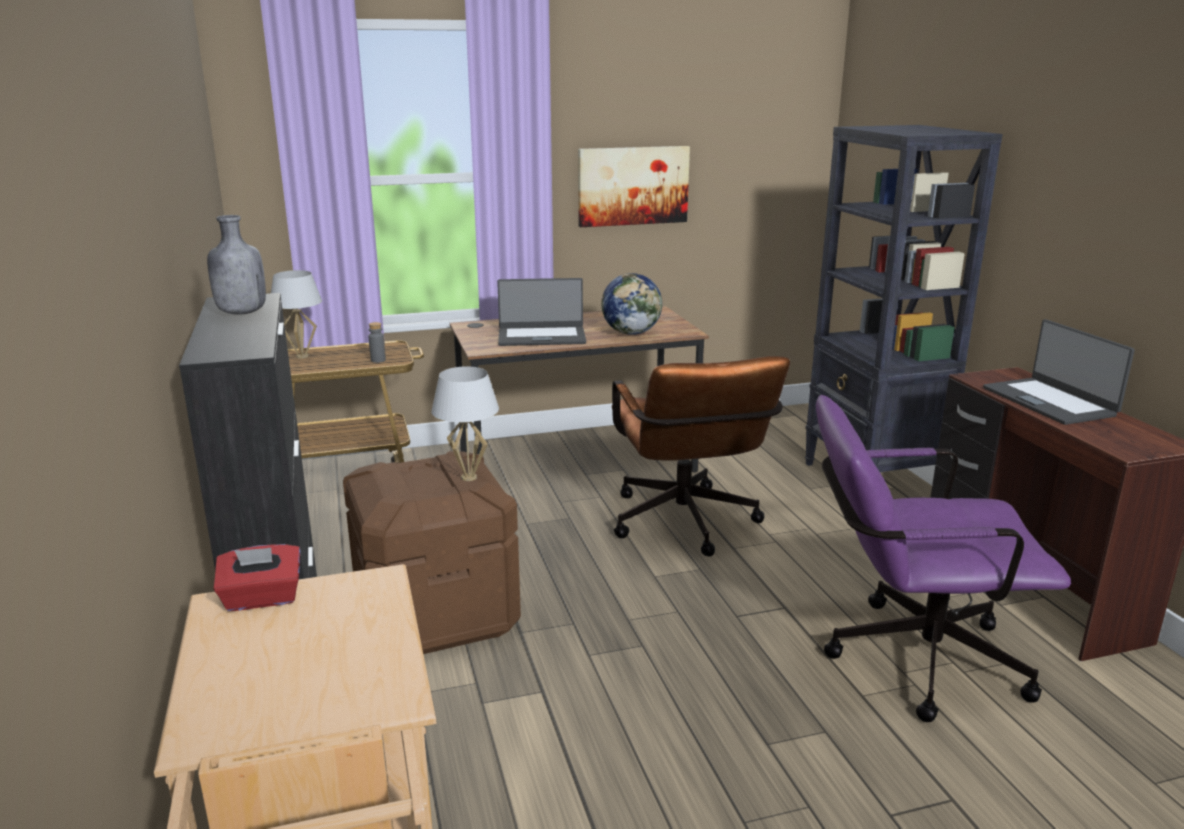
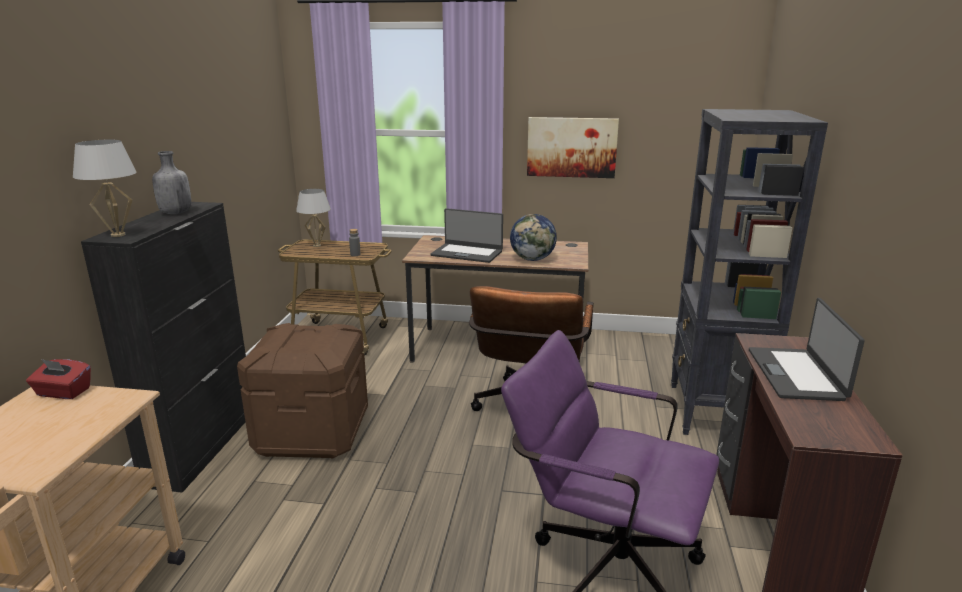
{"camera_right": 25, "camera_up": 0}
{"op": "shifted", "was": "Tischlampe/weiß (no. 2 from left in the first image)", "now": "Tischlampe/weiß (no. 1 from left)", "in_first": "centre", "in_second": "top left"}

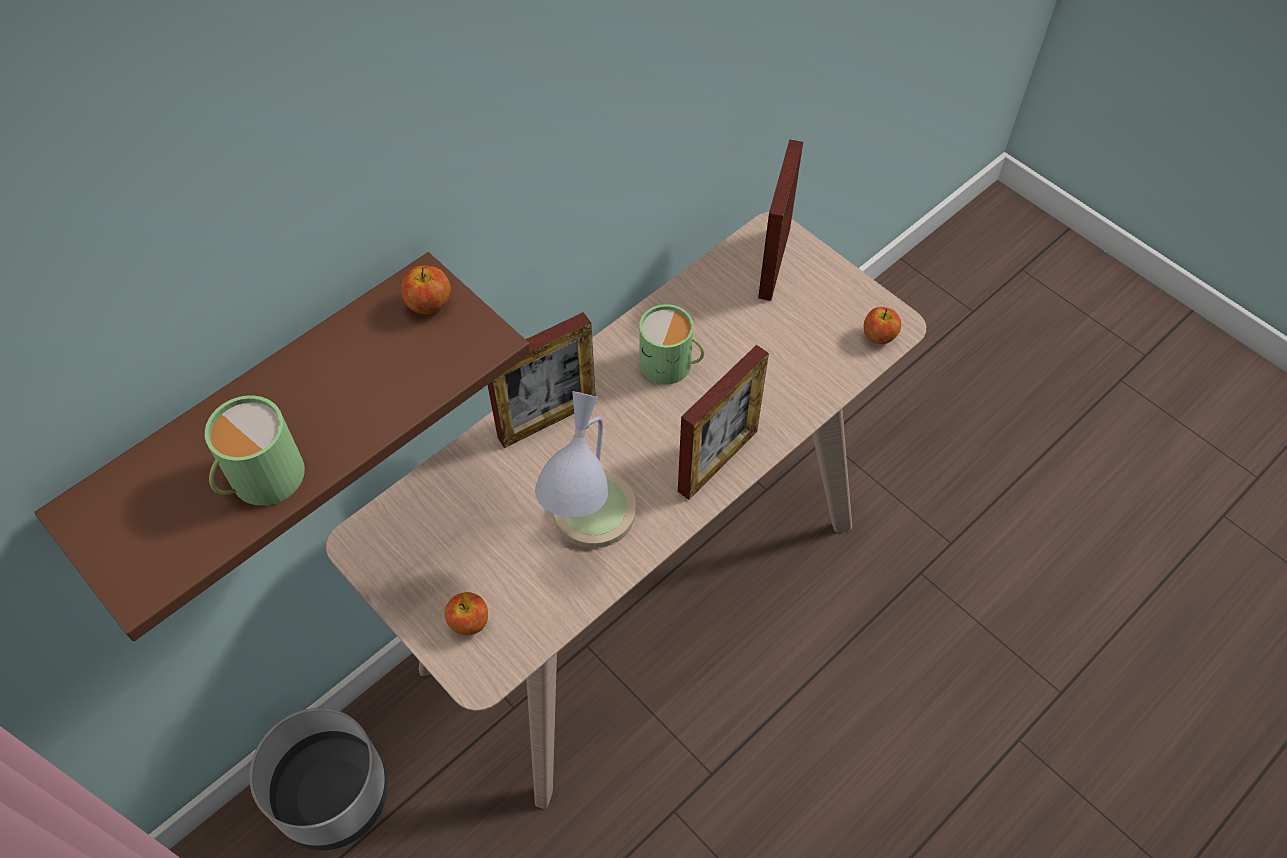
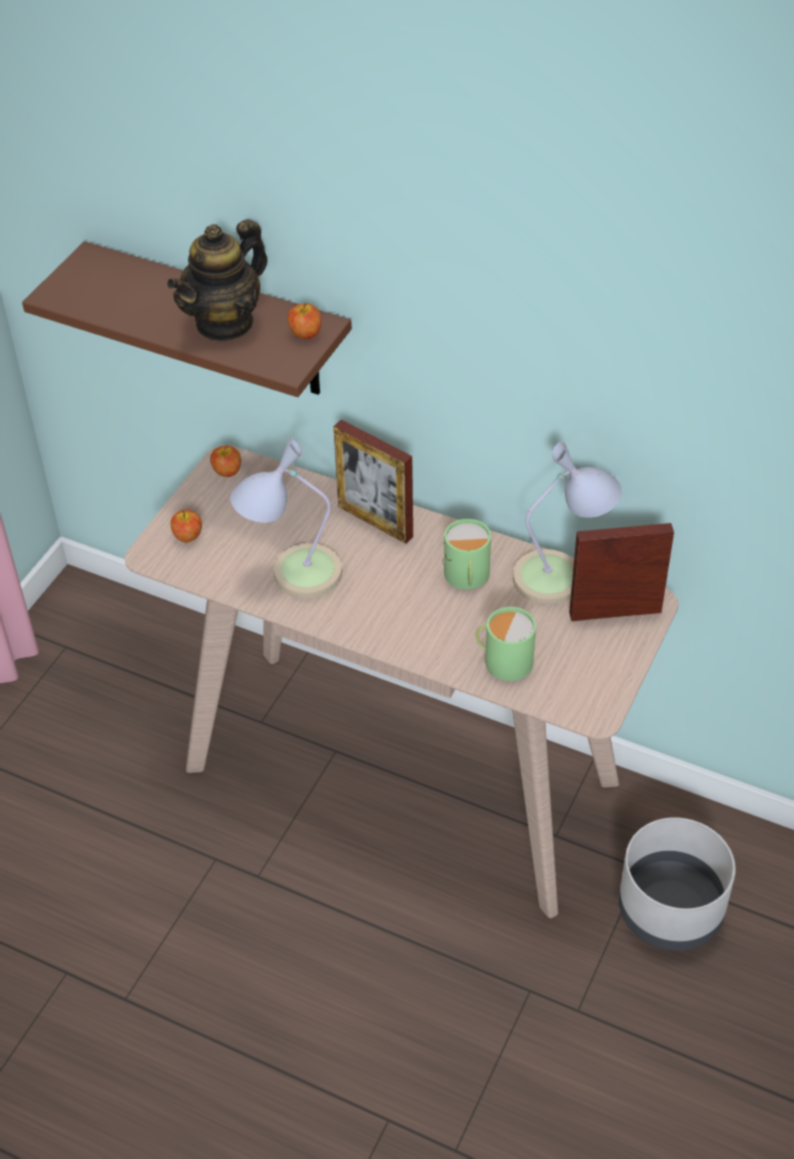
{"camera_right": 70, "camera_up": -10}
{"op": "gone", "was": "Bilderrahmen (no. 2 from left)", "in_first": "centre"}
{"op": "new", "now": "Teekanne", "in_second": "top left"}
{"op": "new", "now": "Tischlampe (no. 2 from left)", "in_second": "middle right"}
{"op": "shifted", "was": "Henkelbecher/grün (no. 1 from left in the first image)", "now": "Henkelbecher/grün (no. 2 from left)", "in_first": "middle left", "in_second": "centre"}
{"op": "shifted", "was": "Pflanzkübel/grau", "in_first": "bottom left", "in_second": "bottom right"}
{"op": "shifted", "was": "Apfel (no. 3 from left in the first image)", "now": "Apfel (no. 2 from left)", "in_first": "middle right", "in_second": "middle left"}

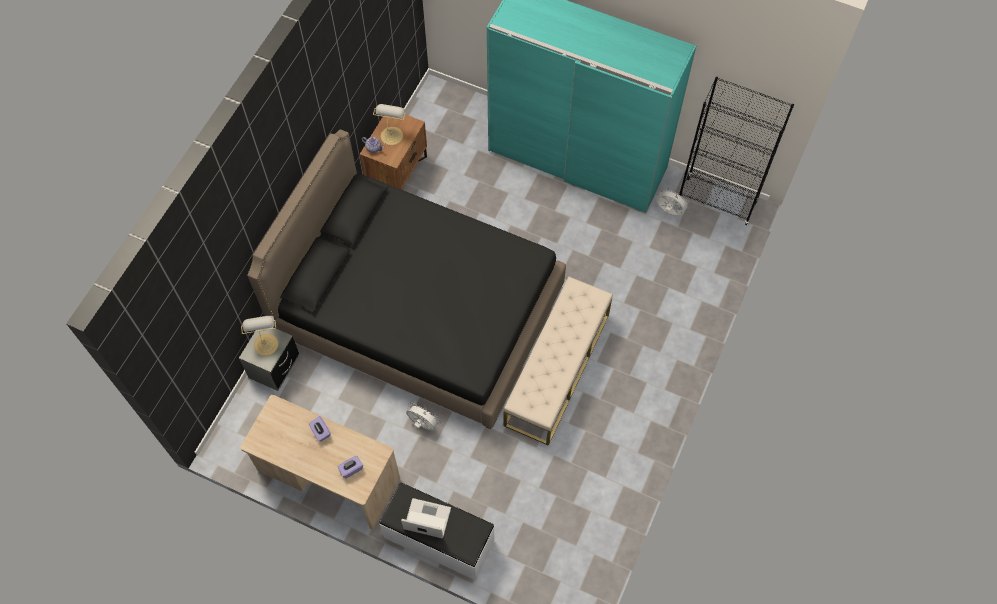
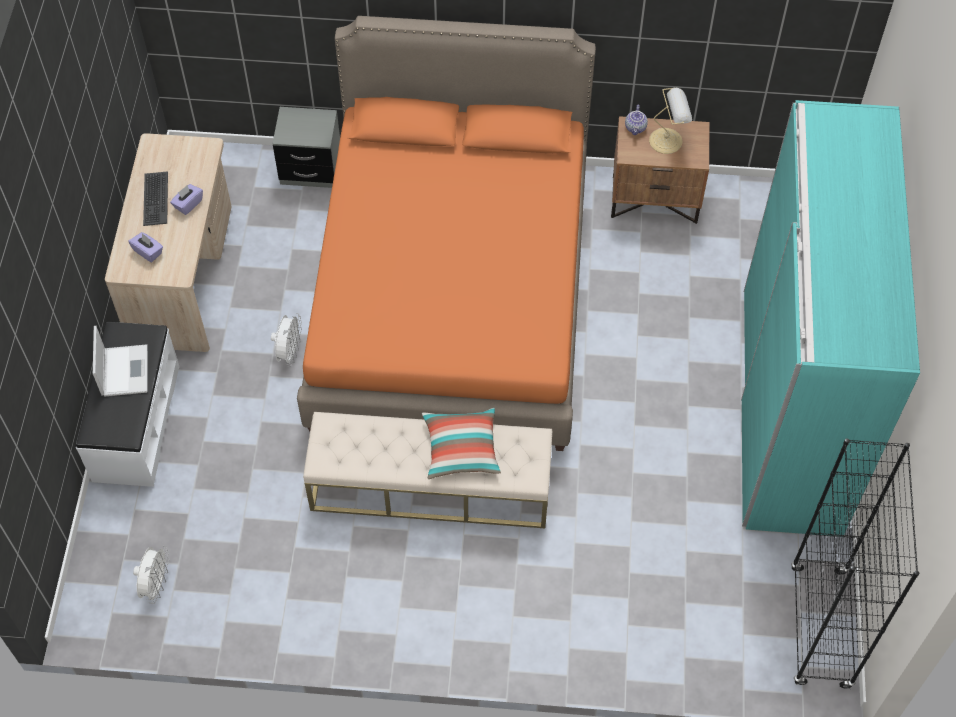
{"camera_right": 70, "camera_up": -5}
{"op": "gone", "was": "Tischlampe (no. 1 from left)", "in_first": "middle left"}
{"op": "new", "now": "Tastatur", "in_second": "top left"}
{"op": "new", "now": "Kissen", "in_second": "centre"}
{"op": "shifted", "was": "Ventilator/weiß (no. 2 from left in the first image)", "now": "Ventilator/weiß (no. 1 from left)", "in_first": "middle right", "in_second": "bottom left"}
{"op": "repainted", "was": "Bett/schwarz", "now": "Bett/orange", "in_first": "centre", "in_second": "top centre"}

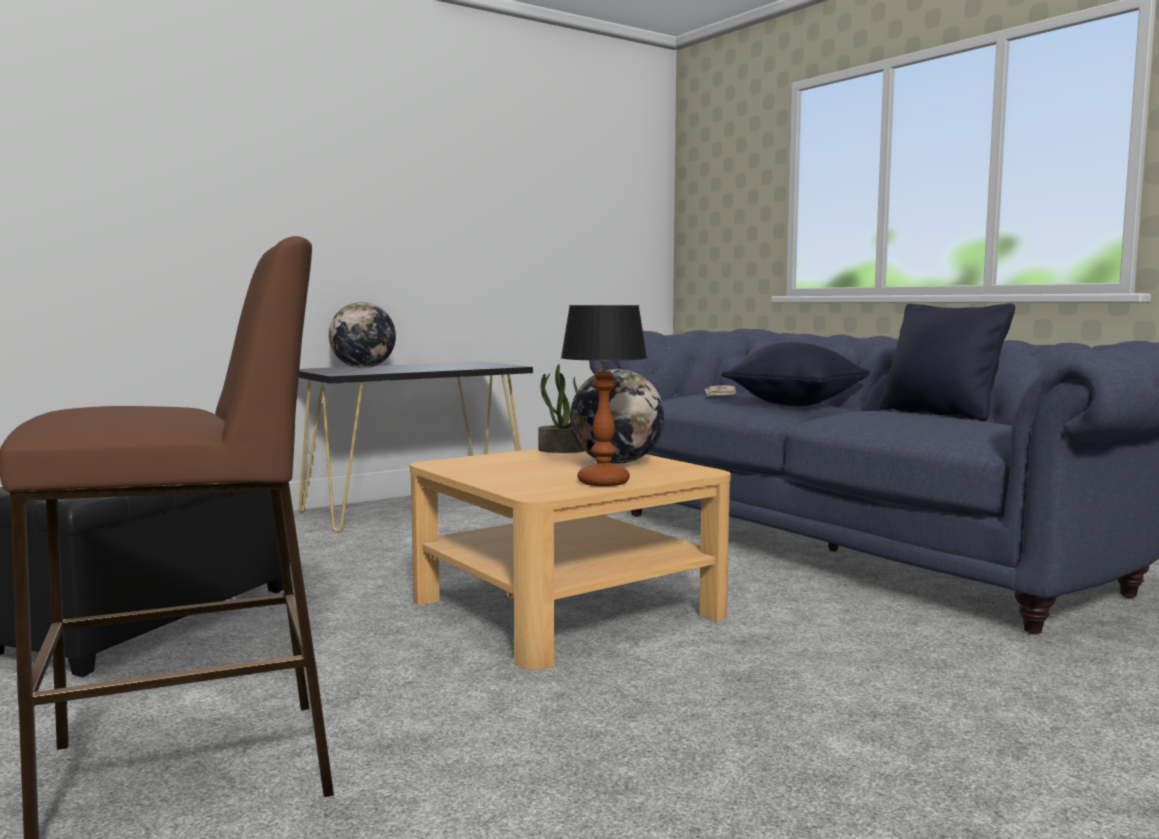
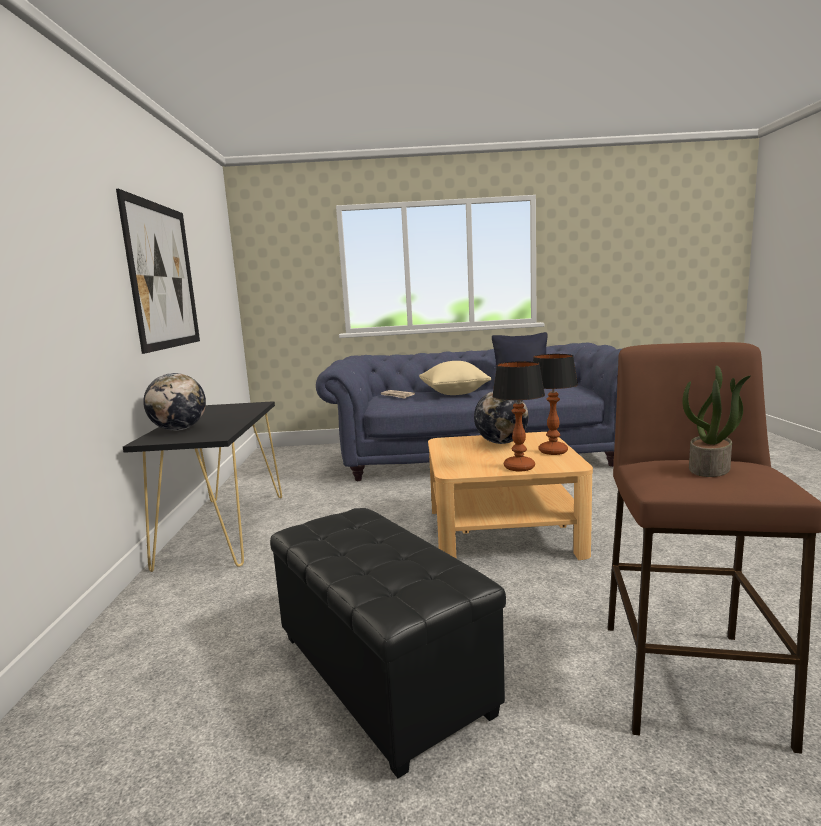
{"camera_right": -55, "camera_up": 5}
{"op": "new", "now": "Bild", "in_second": "top left"}
{"op": "new", "now": "Tischlampe (no. 1 from left)", "in_second": "centre"}
{"op": "shifted", "was": "Topfpflanze", "in_first": "centre", "in_second": "middle right"}
{"op": "repainted", "was": "Kissen/schwarz (no. 1 from left)", "now": "Kissen/beige", "in_first": "middle right", "in_second": "centre"}

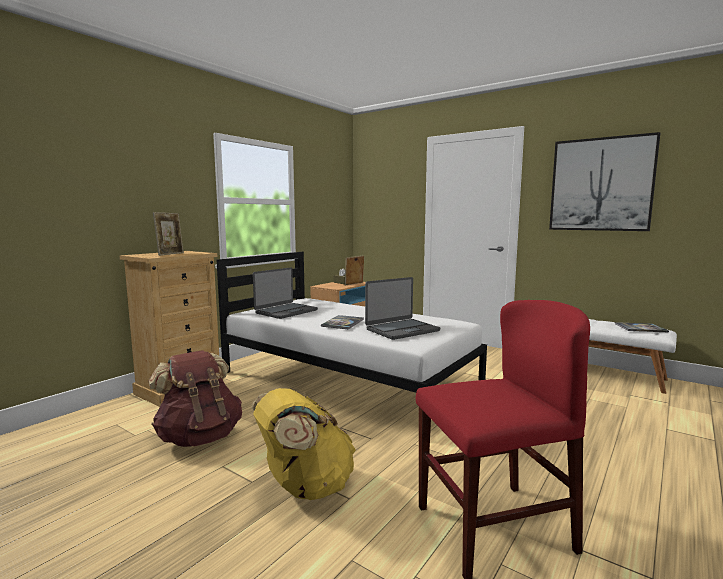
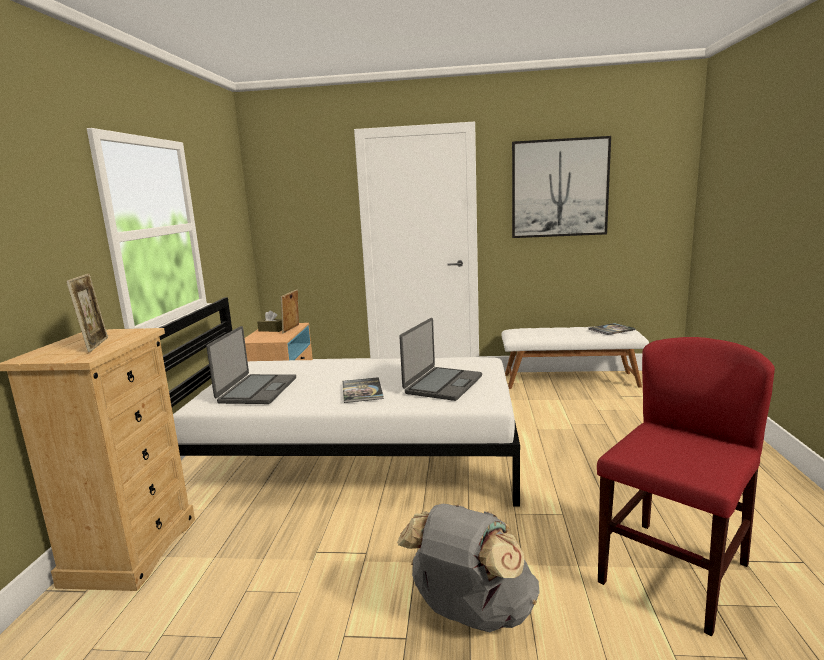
{"camera_right": -30, "camera_up": 5}
{"op": "gone", "was": "Rucksack/braun", "in_first": "bottom left"}
{"op": "repainted", "was": "Rucksack/gelb", "now": "Rucksack/grau", "in_first": "bottom centre", "in_second": "bottom centre"}

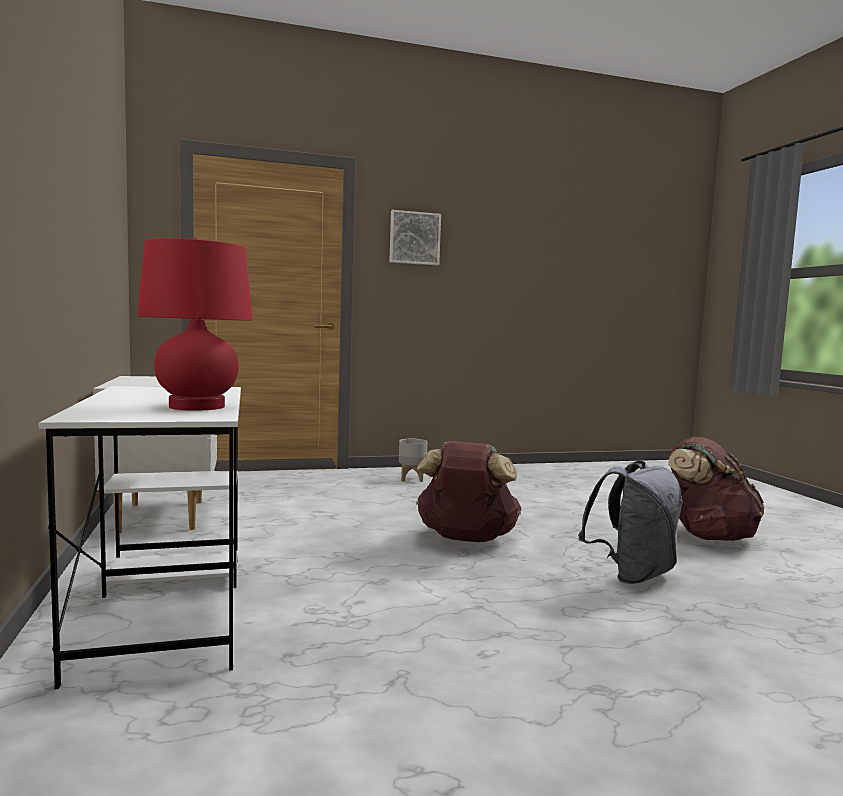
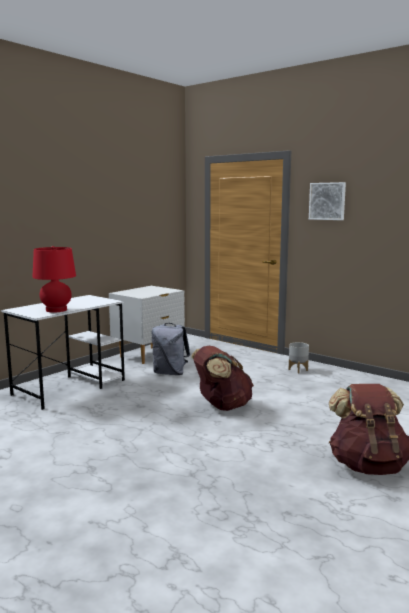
{"camera_right": 55, "camera_up": 5}
{"op": "shifted", "was": "Rucksack/grau", "in_first": "middle right", "in_second": "centre"}

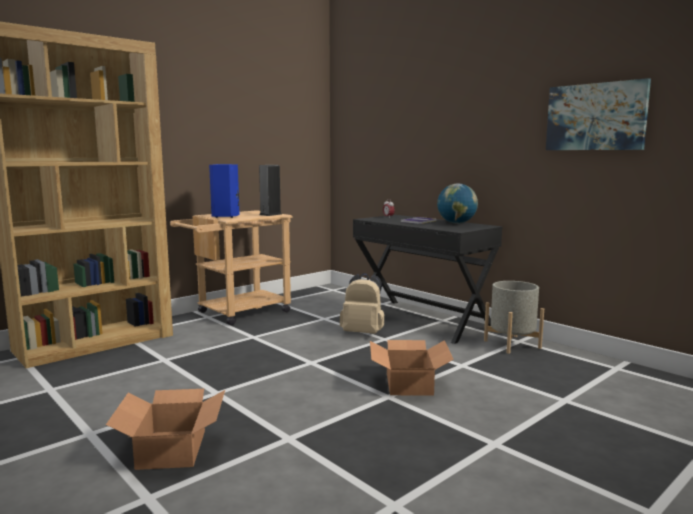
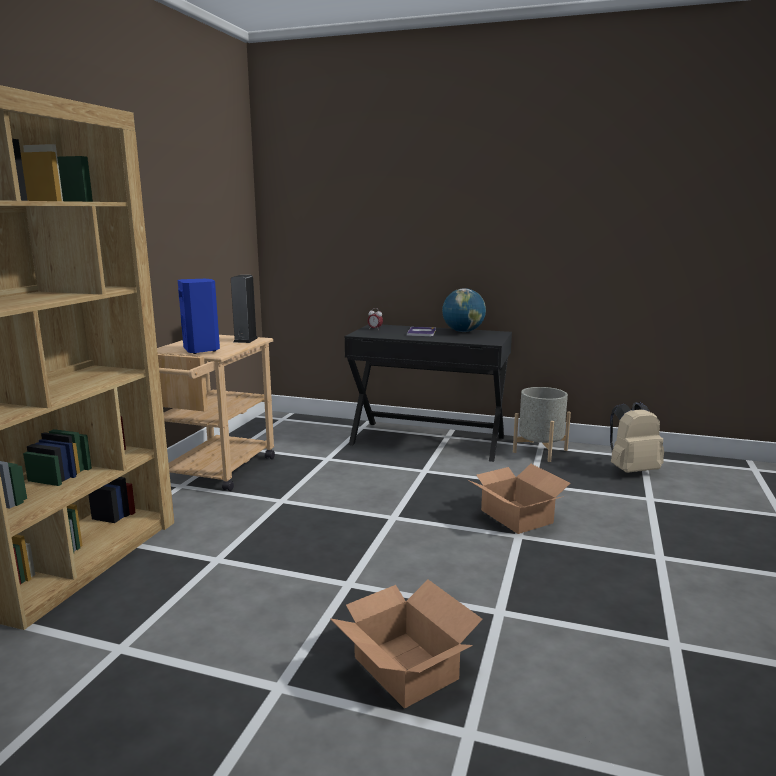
{"camera_right": -30, "camera_up": 5}
{"op": "gone", "was": "Bild", "in_first": "top right"}
{"op": "shifted", "was": "Rucksack/beige", "in_first": "centre", "in_second": "middle right"}

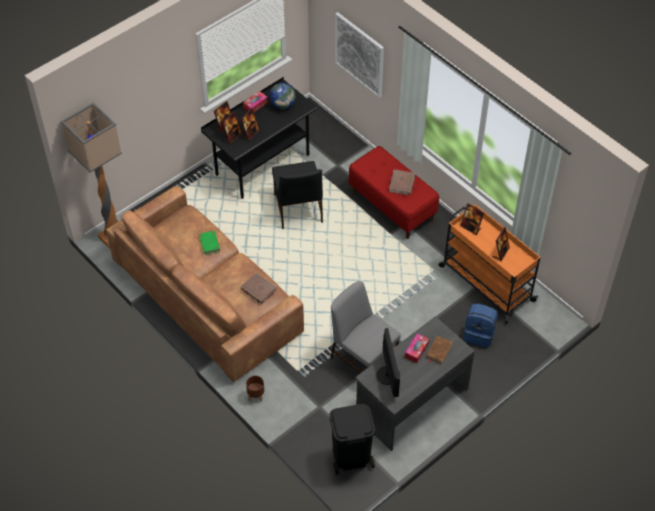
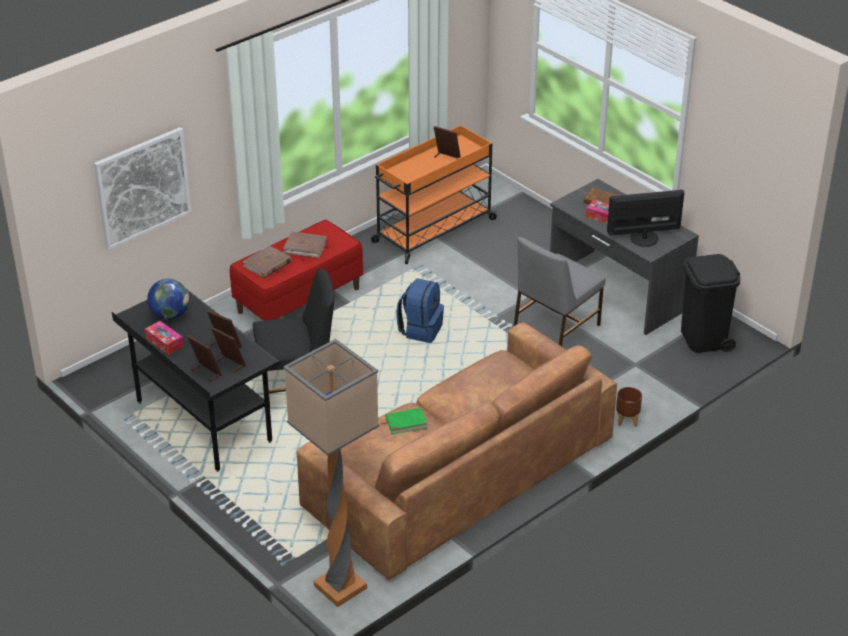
{"camera_right": -90, "camera_up": -15}
{"op": "gone", "was": "Bilderrahmen (no. 4 from left)", "in_first": "middle right"}
{"op": "shifted", "was": "Buch/braun (no. 1 from left)", "in_first": "centre", "in_second": "middle left"}
{"op": "shifted", "was": "Rucksack/blau", "in_first": "middle right", "in_second": "centre"}

